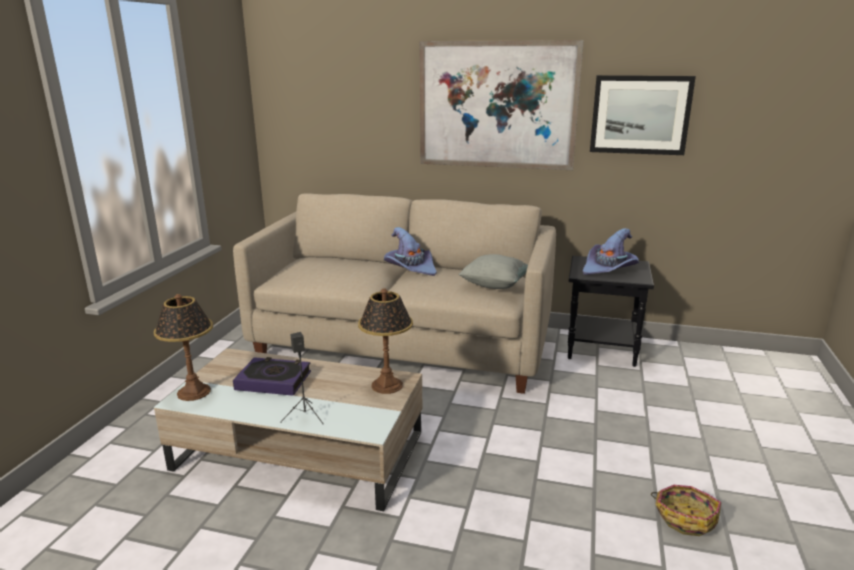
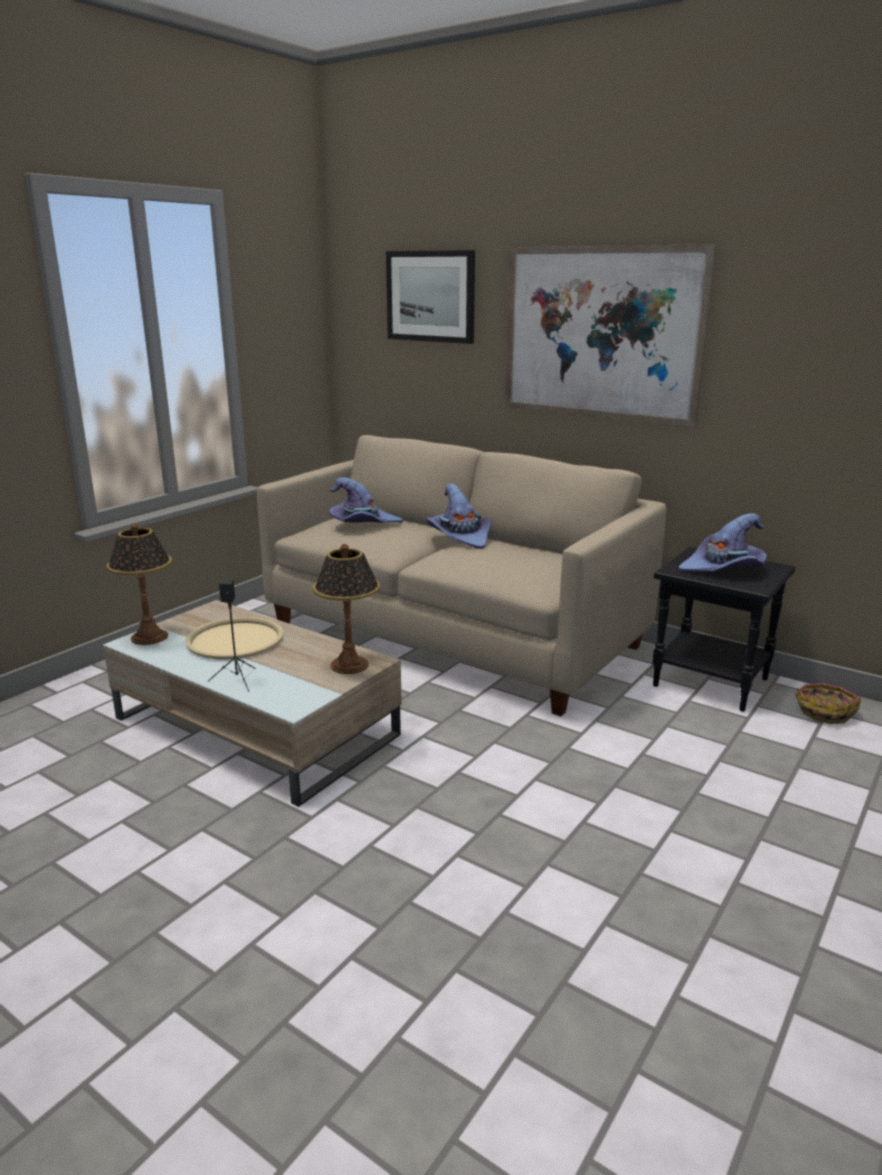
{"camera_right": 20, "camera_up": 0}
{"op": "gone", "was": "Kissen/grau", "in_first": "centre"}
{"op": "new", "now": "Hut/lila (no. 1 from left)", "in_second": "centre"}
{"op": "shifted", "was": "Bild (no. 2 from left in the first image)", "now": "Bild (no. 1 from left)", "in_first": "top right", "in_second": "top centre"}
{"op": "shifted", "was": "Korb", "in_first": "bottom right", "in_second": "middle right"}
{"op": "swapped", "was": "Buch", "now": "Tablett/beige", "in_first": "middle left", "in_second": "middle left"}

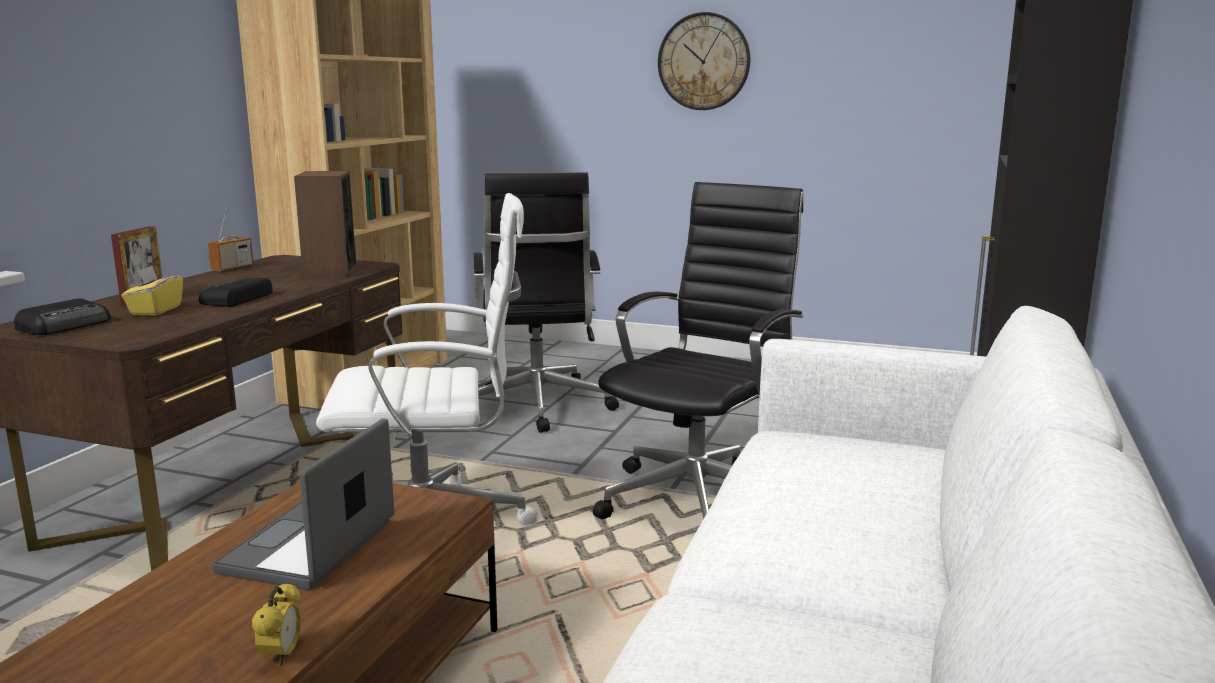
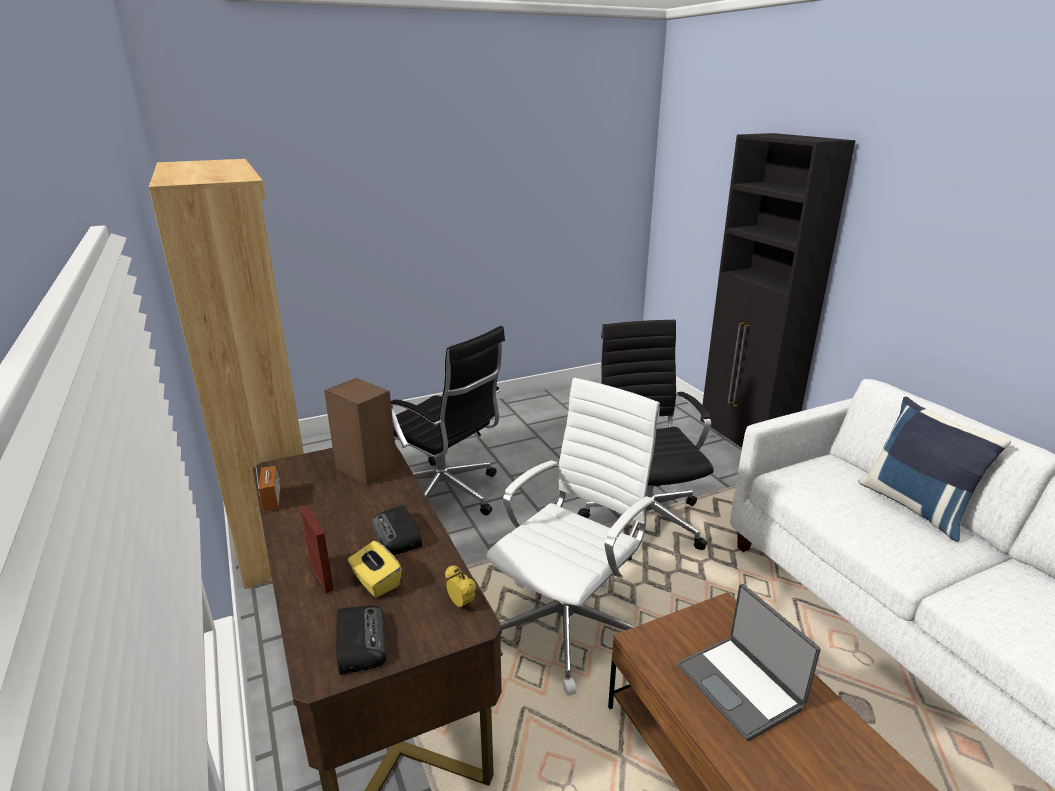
{"camera_right": -45, "camera_up": 10}
{"op": "gone", "was": "Wanduhr", "in_first": "top centre"}
{"op": "new", "now": "Kissen/blau", "in_second": "middle right"}
{"op": "shifted", "was": "Wecker", "in_first": "bottom left", "in_second": "bottom centre"}

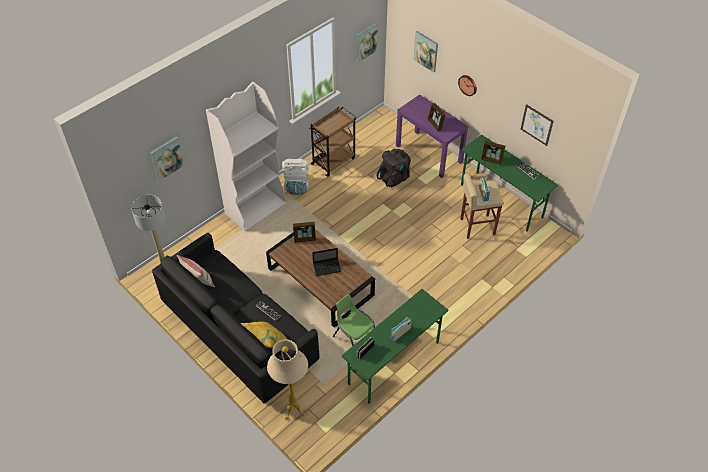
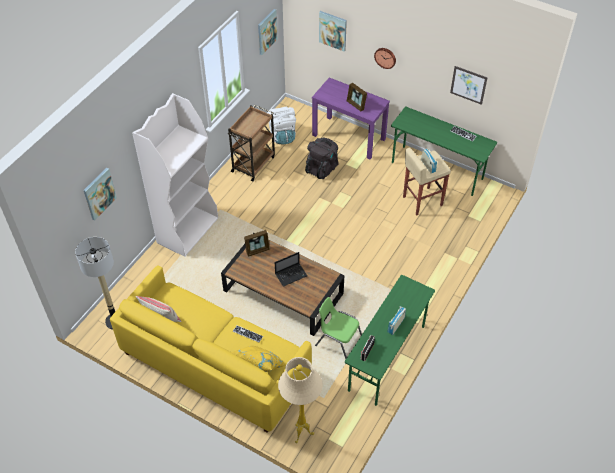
{"camera_right": -15, "camera_up": 0}
{"op": "gone", "was": "Bilderrahmen (no. 3 from left)", "in_first": "top right"}
{"op": "shifted", "was": "Rucksack/weiß", "in_first": "centre", "in_second": "top centre"}
{"op": "repainted", "was": "Sofa/schwarz", "now": "Sofa/gelb", "in_first": "bottom left", "in_second": "bottom centre"}

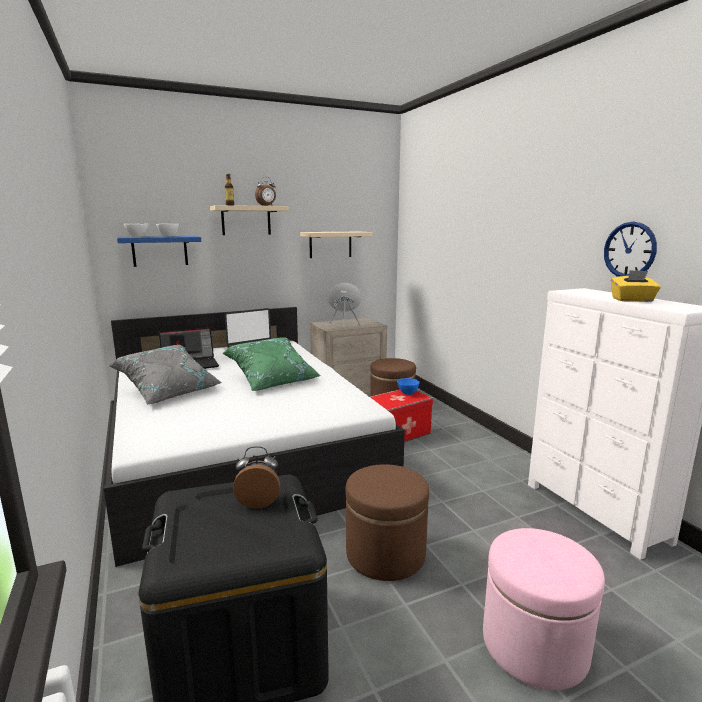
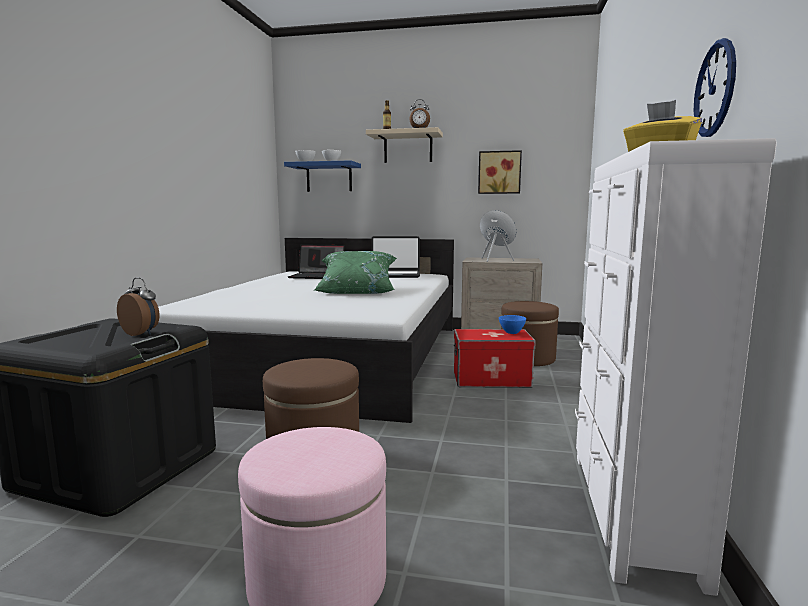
{"camera_right": 35, "camera_up": -5}
{"op": "gone", "was": "Kissen/grau", "in_first": "middle left"}
{"op": "swapped", "was": "Wandregal/beige (no. 2 from left)", "now": "Bild", "in_first": "centre", "in_second": "top centre"}

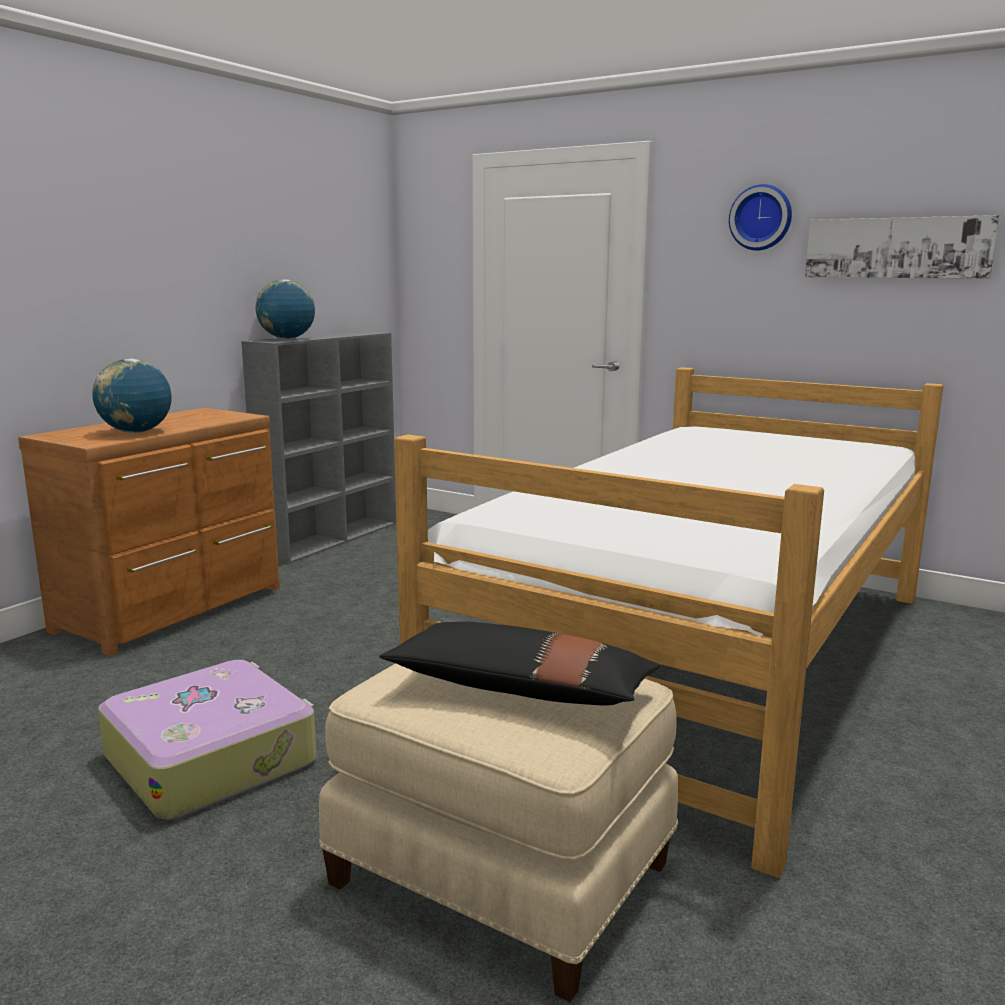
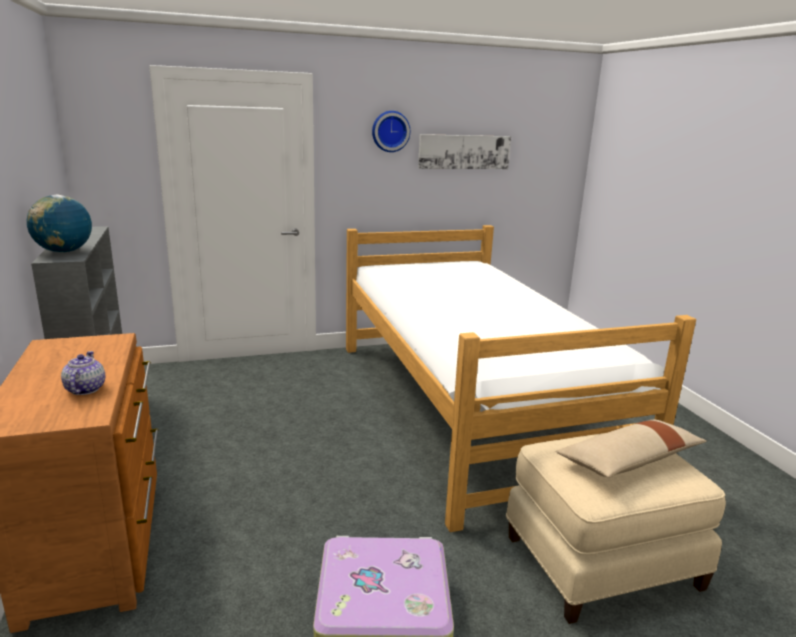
{"camera_right": -50, "camera_up": 5}
{"op": "swapped", "was": "Globus (no. 1 from left)", "now": "Teekanne", "in_first": "middle left", "in_second": "middle left"}
{"op": "repainted", "was": "Kissen/schwarz", "now": "Kissen/beige", "in_first": "centre", "in_second": "bottom right"}

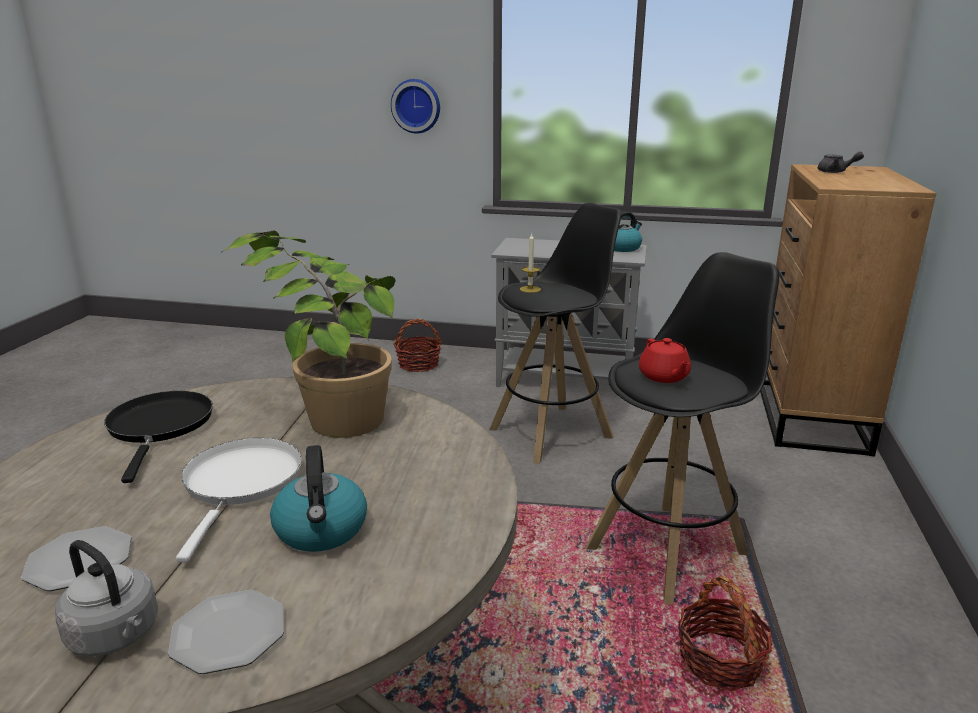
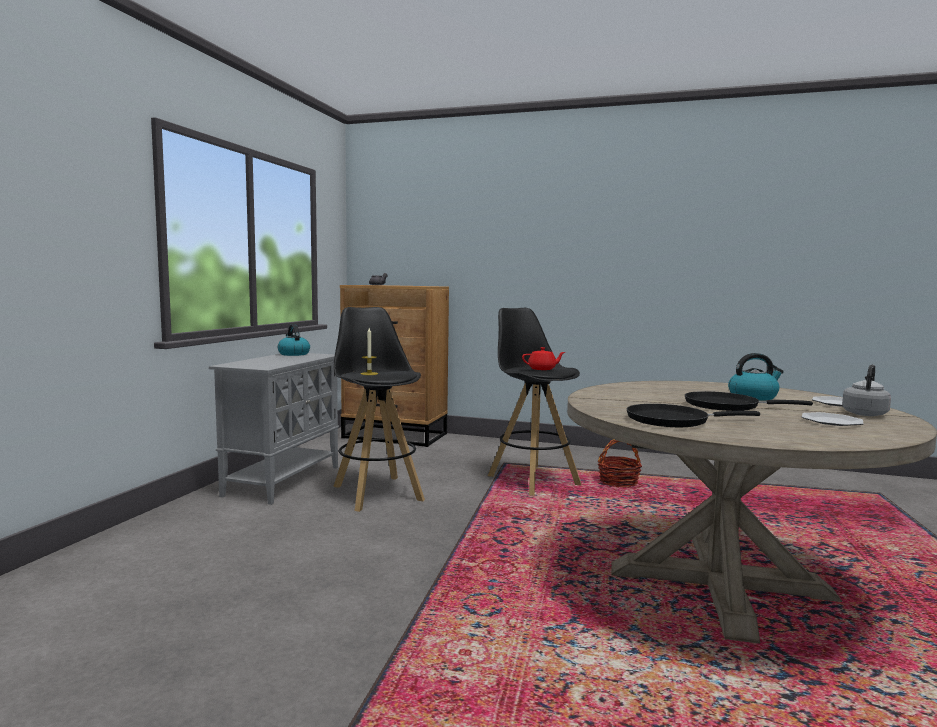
{"camera_right": -85, "camera_up": -15}
{"op": "gone", "was": "Topfpflanze", "in_first": "middle left"}
{"op": "gone", "was": "Wanduhr", "in_first": "top centre"}
{"op": "gone", "was": "Korb (no. 1 from left)", "in_first": "centre"}
{"op": "repainted", "was": "Pfanne/weiß", "now": "Pfanne/schwarz (no. 2 from left)", "in_first": "bottom left", "in_second": "middle right"}

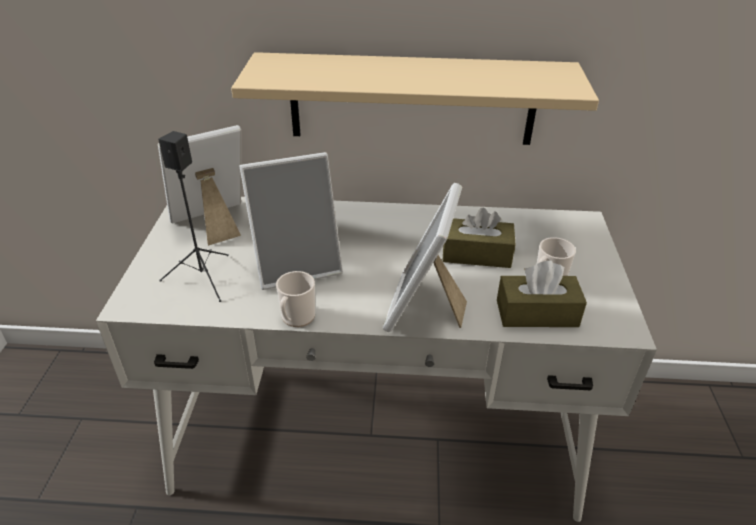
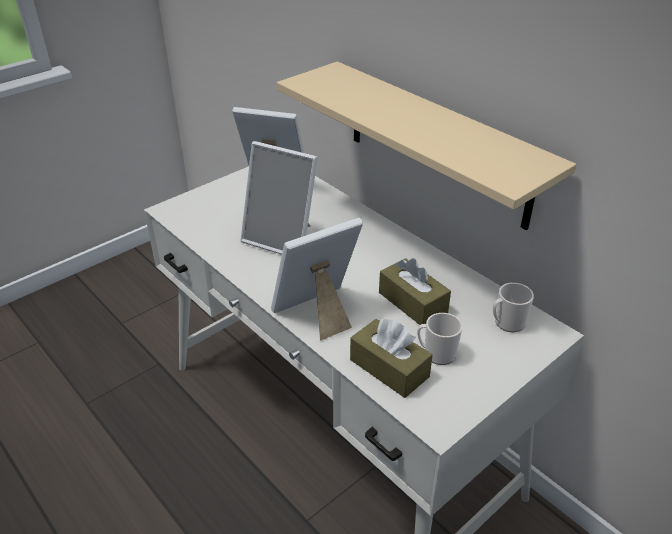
{"camera_right": 45, "camera_up": 0}
{"op": "gone", "was": "Lautsprecher/schwarz", "in_first": "middle left"}
{"op": "shifted", "was": "Henkelbecher (no. 1 from left in the first image)", "now": "Henkelbecher (no. 2 from left)", "in_first": "centre", "in_second": "middle right"}

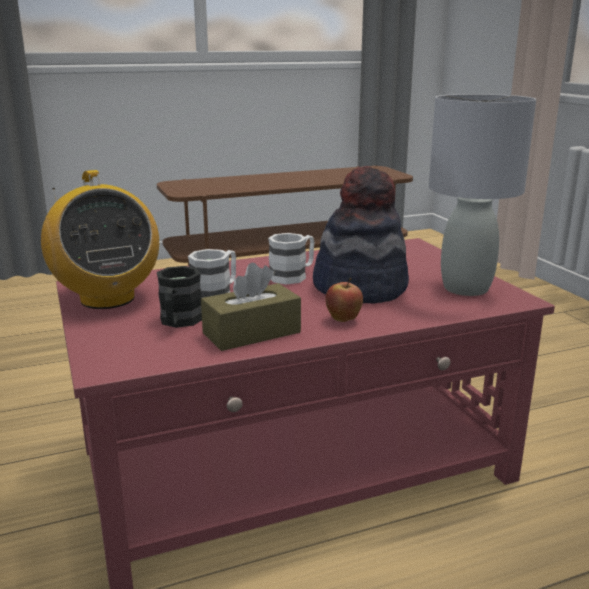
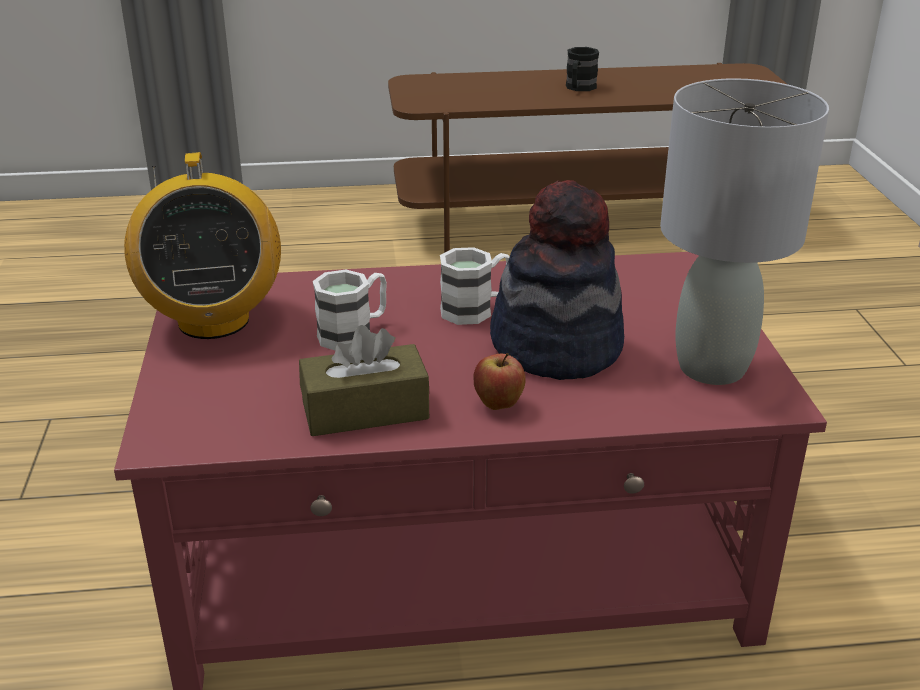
{"camera_right": 15, "camera_up": 10}
{"op": "shifted", "was": "Henkelbecher/schwarz", "in_first": "middle left", "in_second": "top centre"}

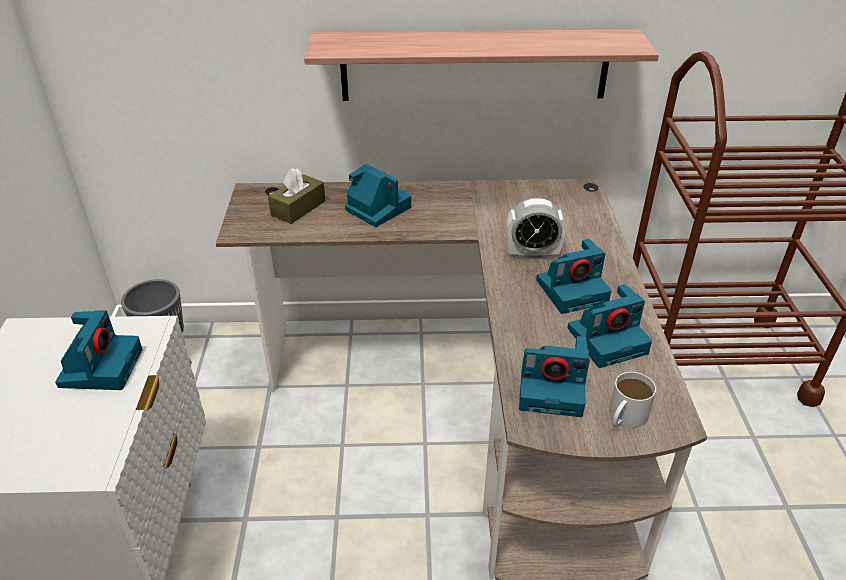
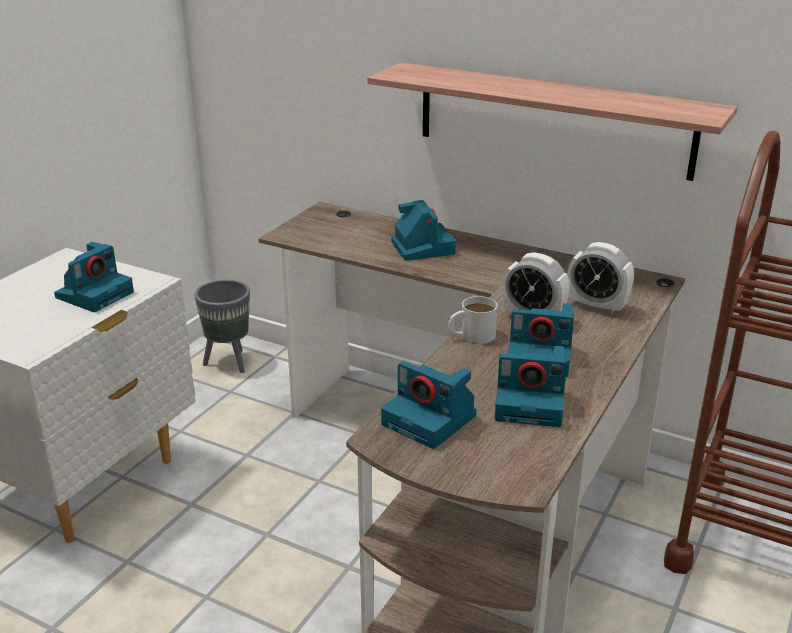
{"camera_right": 30, "camera_up": -10}
{"op": "gone", "was": "Taschentuchbox/braun", "in_first": "centre"}
{"op": "new", "now": "Wecker (no. 2 from left)", "in_second": "middle right"}
{"op": "shifted", "was": "Henkelbecher/weiß", "in_first": "bottom right", "in_second": "centre"}

